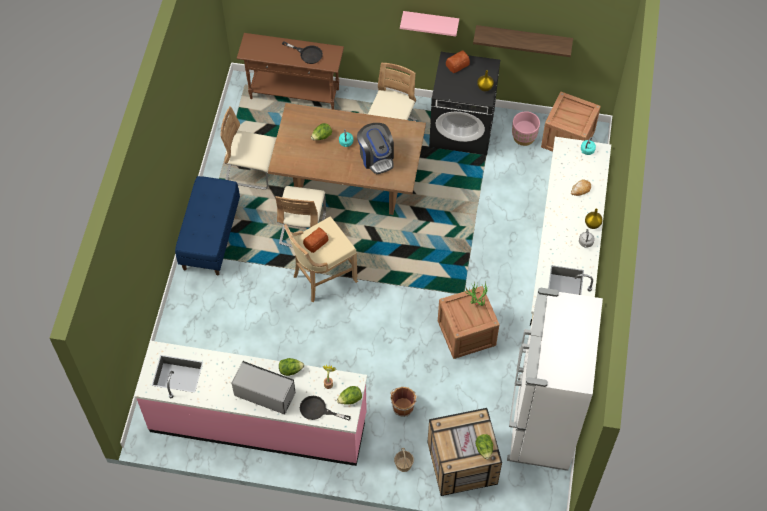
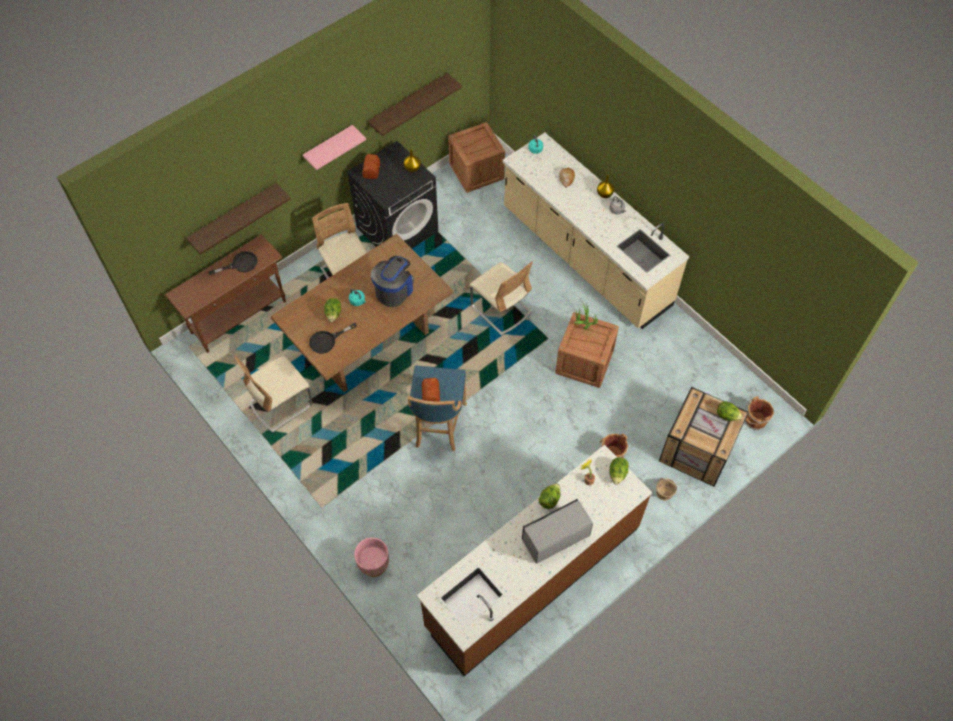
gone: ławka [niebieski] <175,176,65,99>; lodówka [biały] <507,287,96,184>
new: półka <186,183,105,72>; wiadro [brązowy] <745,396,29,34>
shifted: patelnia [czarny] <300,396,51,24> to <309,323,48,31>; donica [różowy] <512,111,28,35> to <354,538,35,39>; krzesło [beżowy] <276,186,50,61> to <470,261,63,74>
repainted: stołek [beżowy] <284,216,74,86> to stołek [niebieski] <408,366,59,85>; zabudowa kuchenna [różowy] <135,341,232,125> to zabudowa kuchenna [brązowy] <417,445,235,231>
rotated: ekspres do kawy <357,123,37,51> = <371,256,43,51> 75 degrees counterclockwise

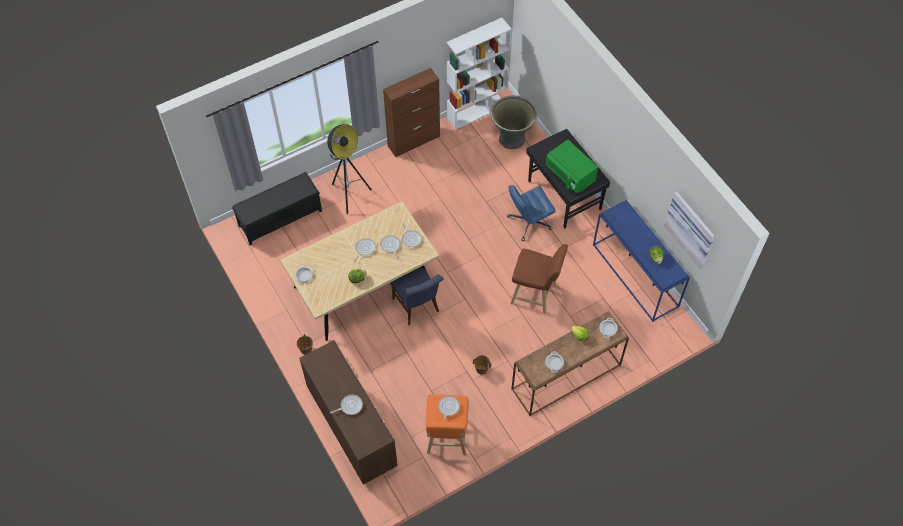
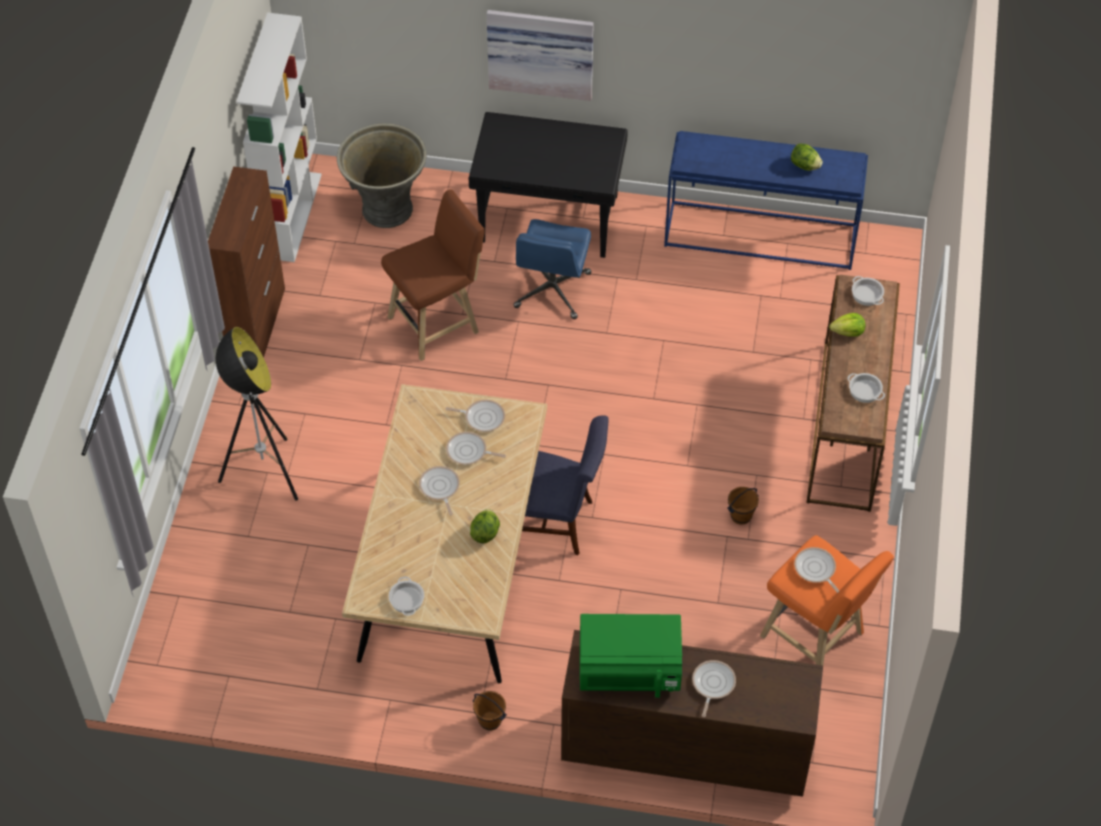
gone: ławka [czarny] <232,172,90,73>
shifted: stołek [brązowy] <510,244,58,70> to <381,189,103,172>; obraz <664,191,51,78> to <487,10,107,91>; mikrofalówka [zielony] <546,140,52,53> to <580,614,102,84>

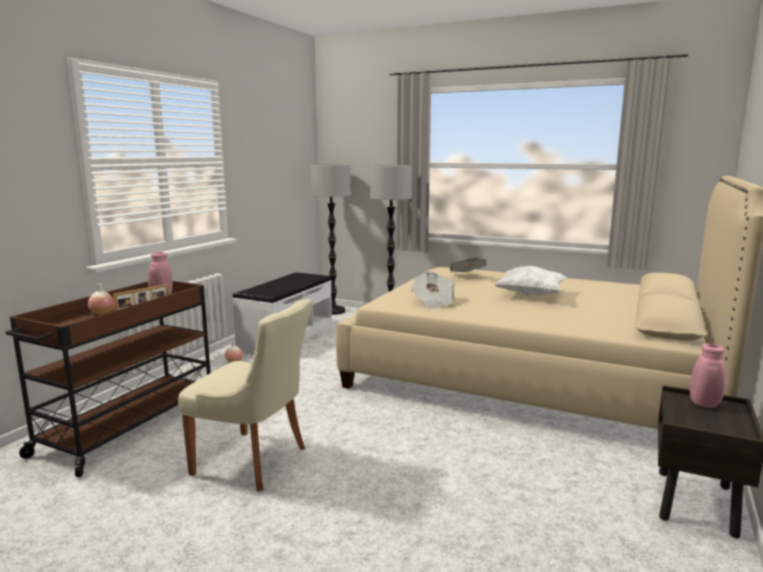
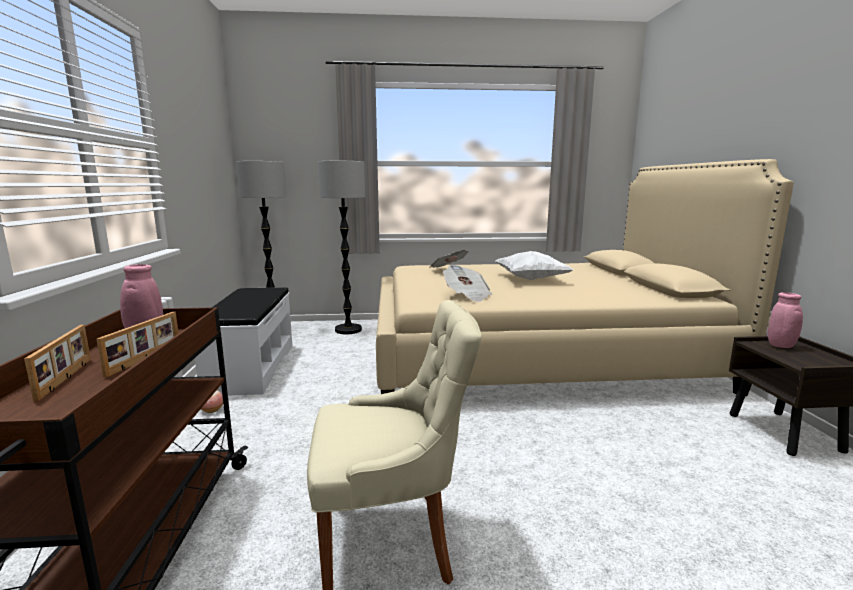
swapped: wazon <88,283,26,32> to ramka na zdjęcie <24,325,67,76>

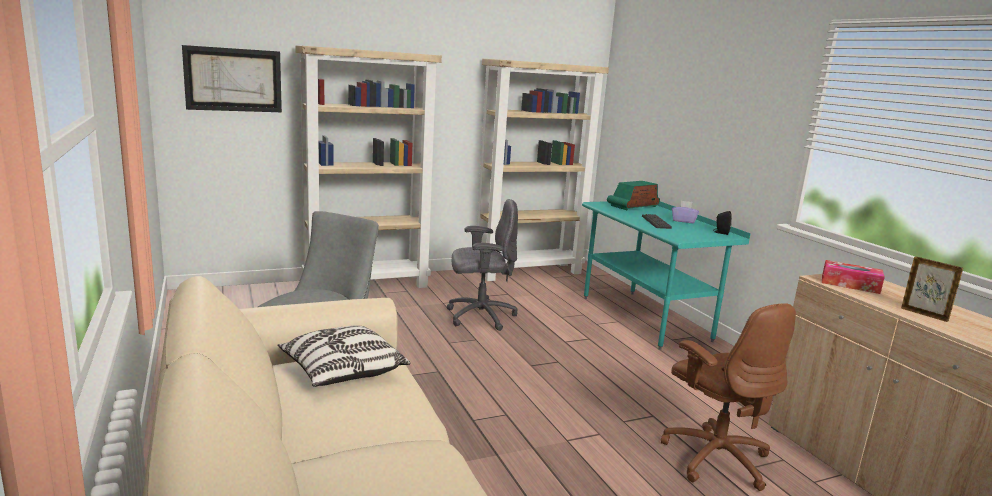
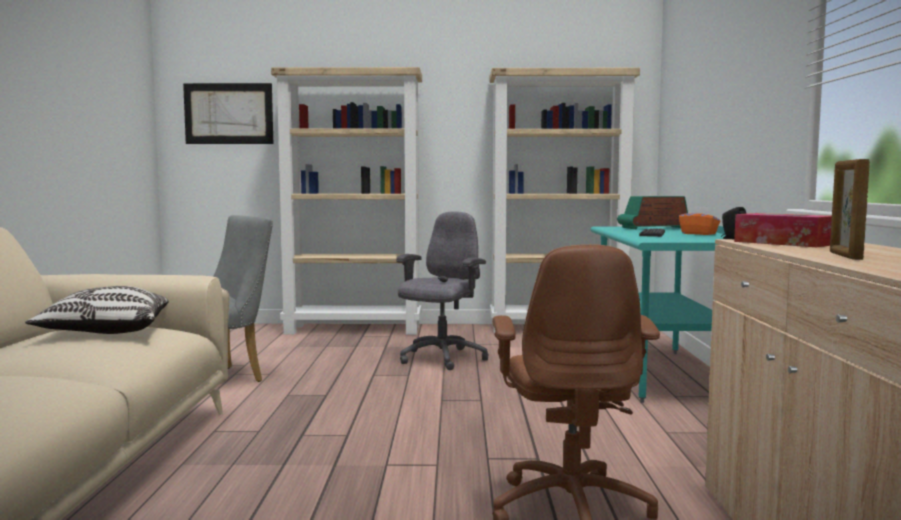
repainted: pudełko chusteczek [fioletowy] <672,201,27,22> to pudełko chusteczek [pomarańczowy] <679,206,41,29>
rotated: krzesło biurowe [szary] <447,199,71,132> = <396,211,93,159> 75 degrees counterclockwise; ramka na zdjęcie <901,256,62,66> = <830,159,40,101> 150 degrees counterclockwise

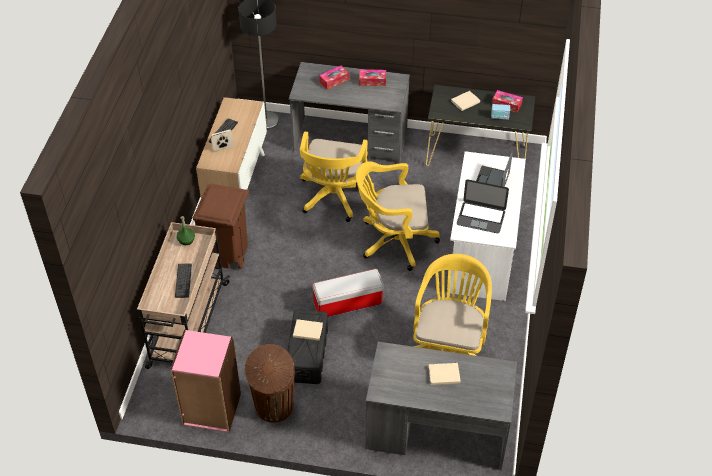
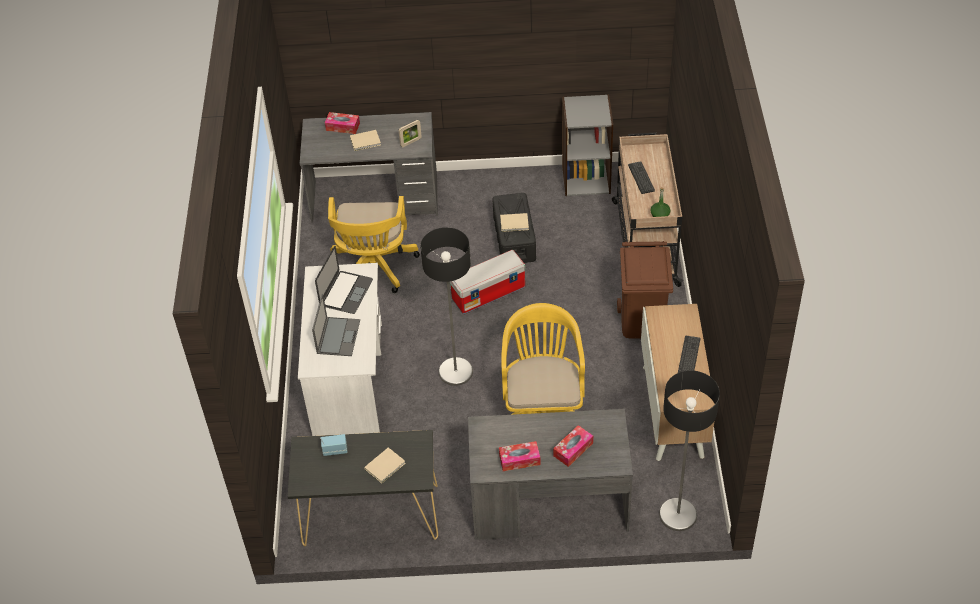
gone: kosz na śmieci [brązowy] <245,344,50,79>
shifted: pudełko chusteczek <492,90,31,23> to <325,112,35,22>; ramka na zdjęcie <211,129,23,23> to <398,120,24,27>
swapped: krzesło biurowe [żółty] <356,161,84,110> to lampa stojąca <420,227,53,159>
repainted: regał [różowy] <170,330,71,103> to regał [szary] <562,94,51,102>
rotated: laptop <457,179,52,54> = <315,246,58,68> 105 degrees clockwise

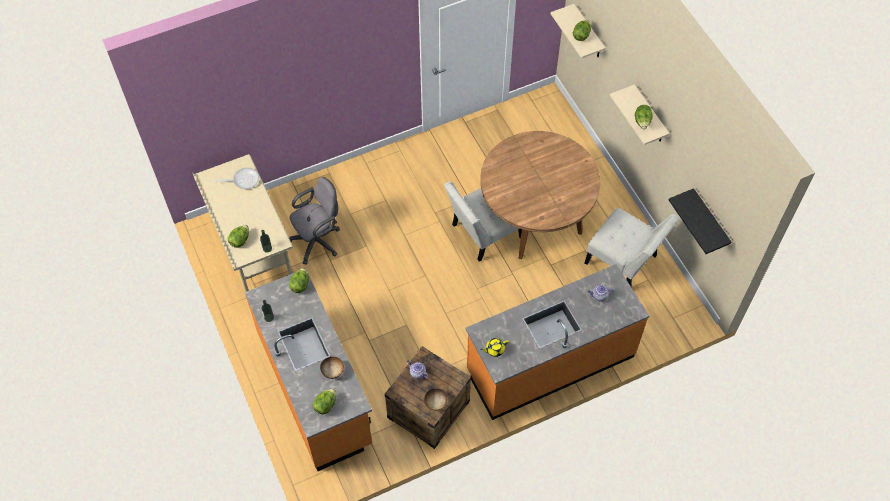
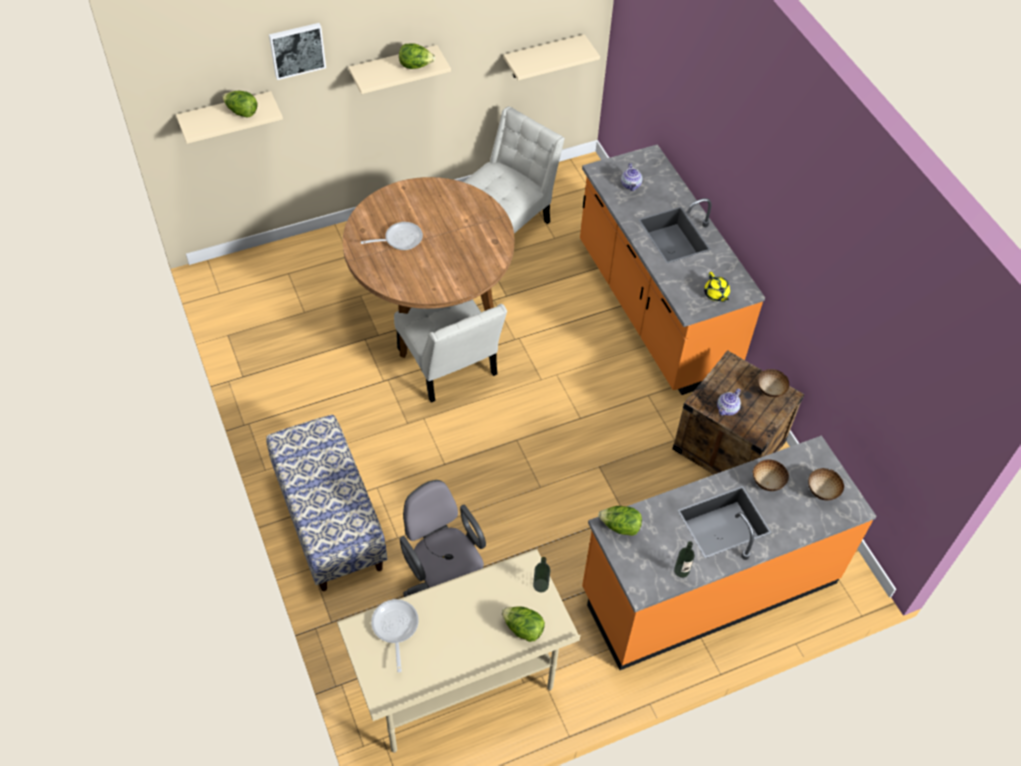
new: ławka <266,415,121,176>; obraz <269,23,57,57>; patelnia <361,222,62,28>
swapped: sałata <313,389,23,26> to miska <808,468,36,32>
repainted: półka [czarny] <669,188,63,66> to półka [beżowy] <503,34,97,46>

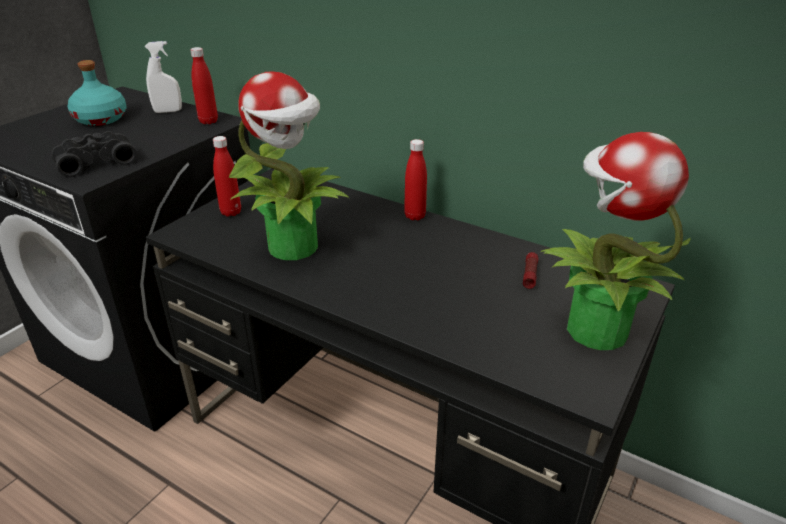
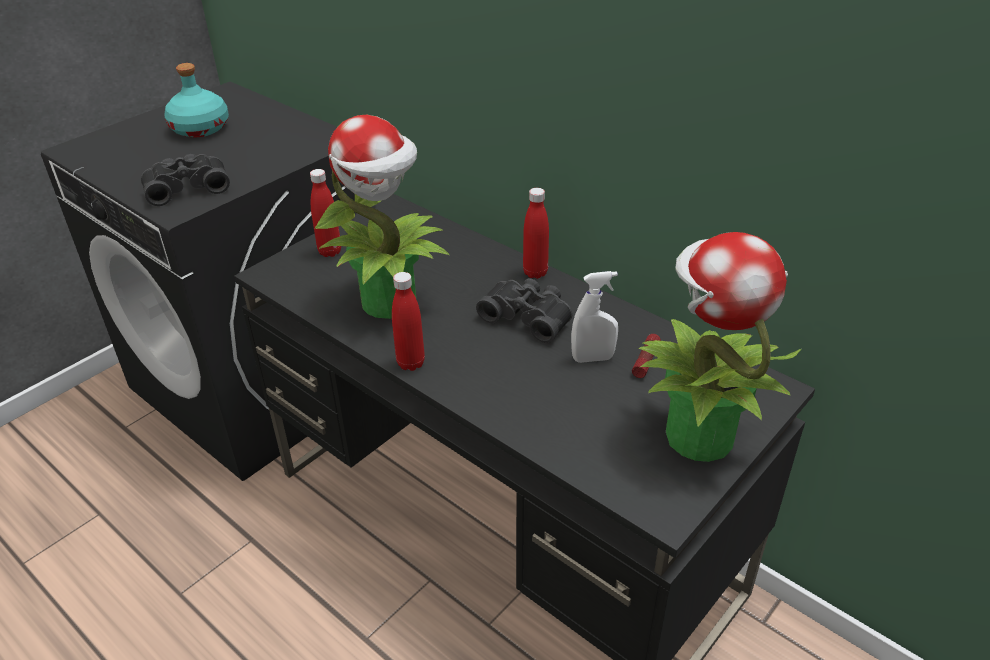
new: lornetka [czarny] <476,278,96,65>
shifted: butelka [czerwony] <190,47,28,77> to <392,272,33,99>; spryskiwacz [biały] <145,41,37,72> to <571,271,47,92>

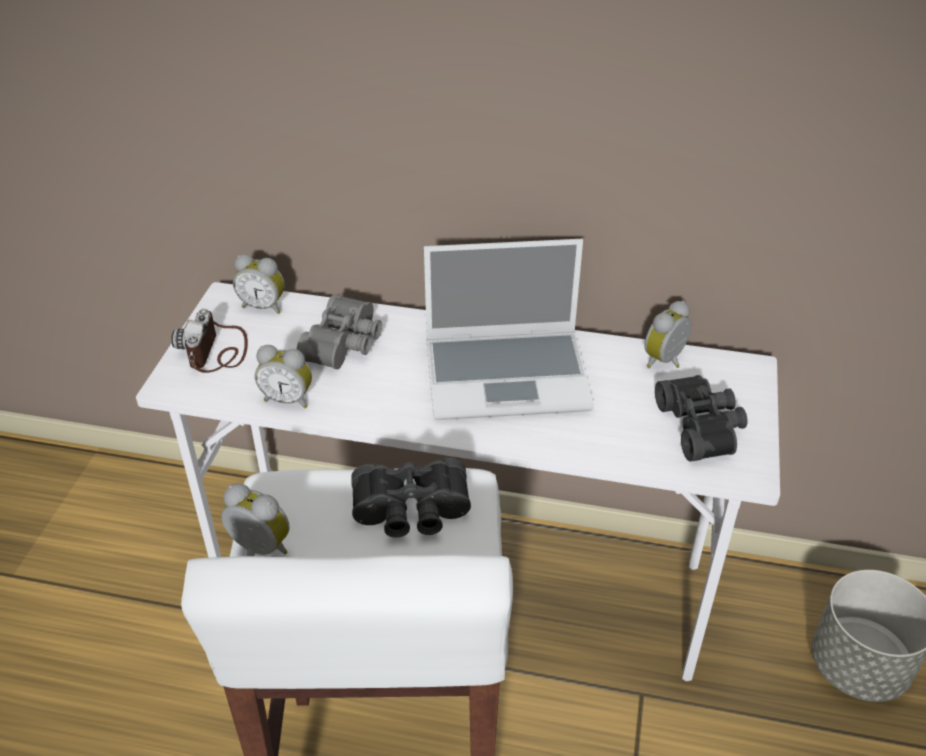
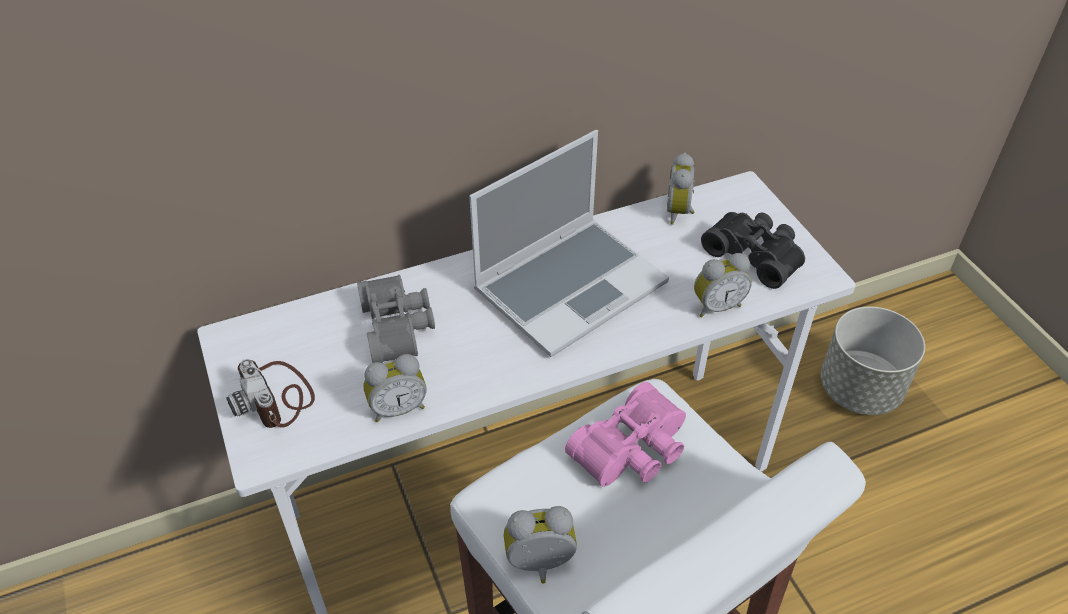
shifted: budzik <233,254,52,60> to <694,253,58,65>
repainted: lornetka [czarny] <351,458,120,80> to lornetka [różowy] <565,382,121,105>

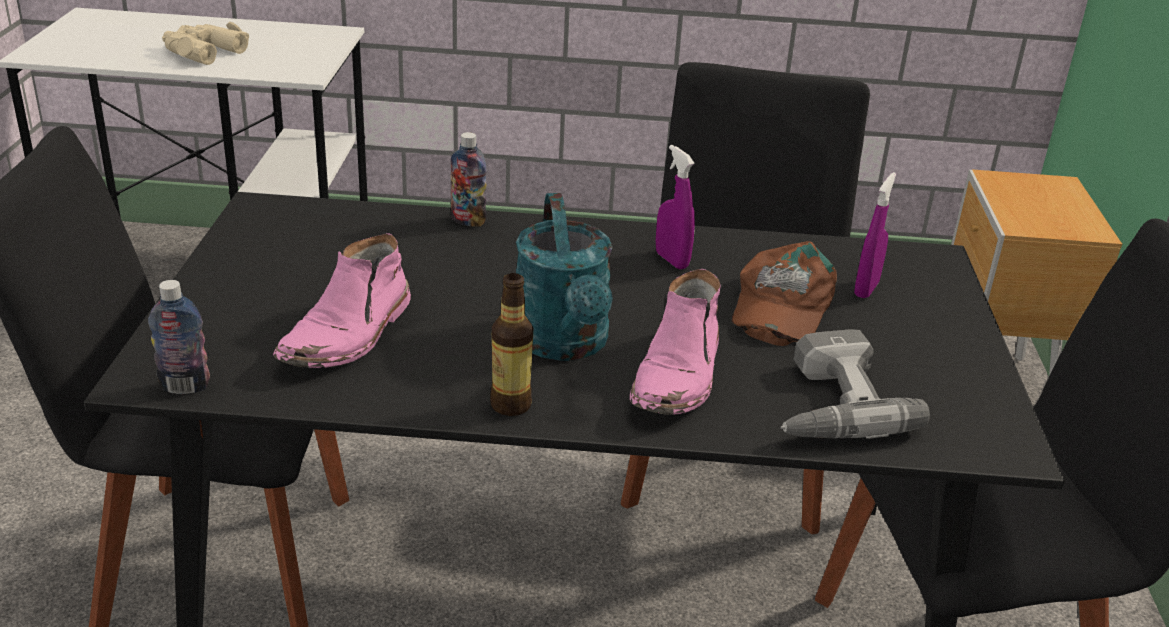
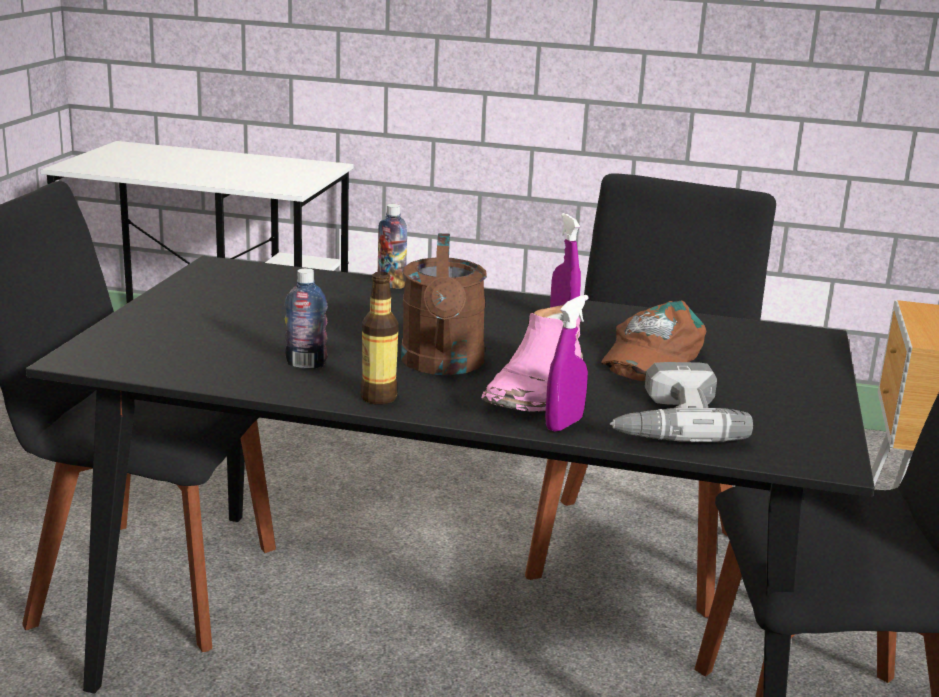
gone: lornetka [beżowy] <162,22,87,43>; but z cholewką [różowy] <273,233,138,135>
shifted: butelka <148,280,62,114> to <285,268,43,101>; spryskiwacz [fioletowy] <854,172,42,126> to <545,295,44,137>
repainted: konewka [turkusowy] <516,193,97,168> to konewka [brązowy] <401,233,86,142>

